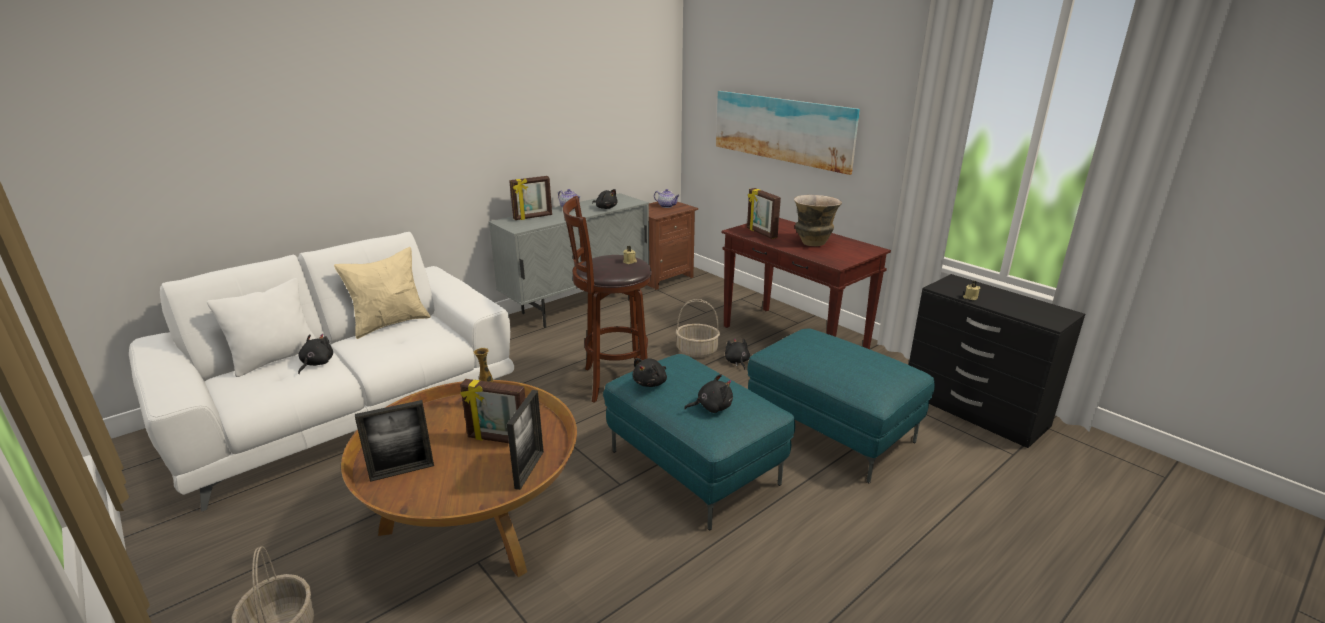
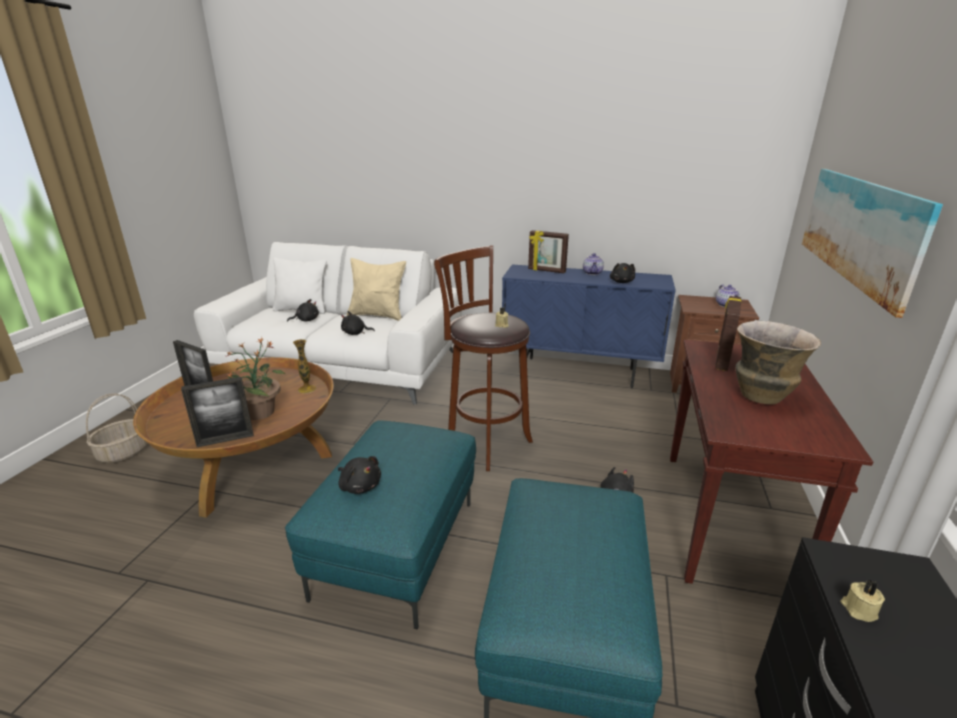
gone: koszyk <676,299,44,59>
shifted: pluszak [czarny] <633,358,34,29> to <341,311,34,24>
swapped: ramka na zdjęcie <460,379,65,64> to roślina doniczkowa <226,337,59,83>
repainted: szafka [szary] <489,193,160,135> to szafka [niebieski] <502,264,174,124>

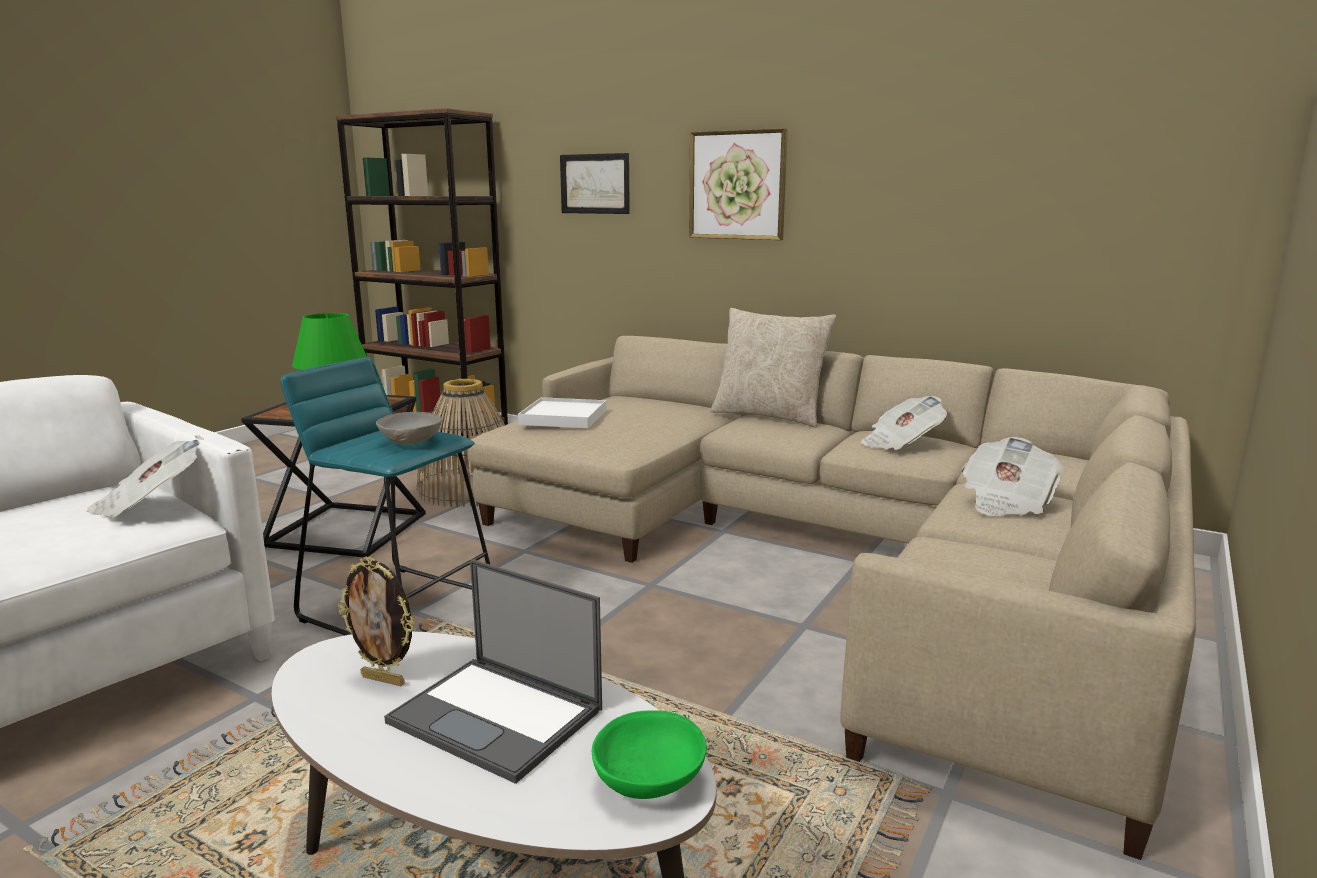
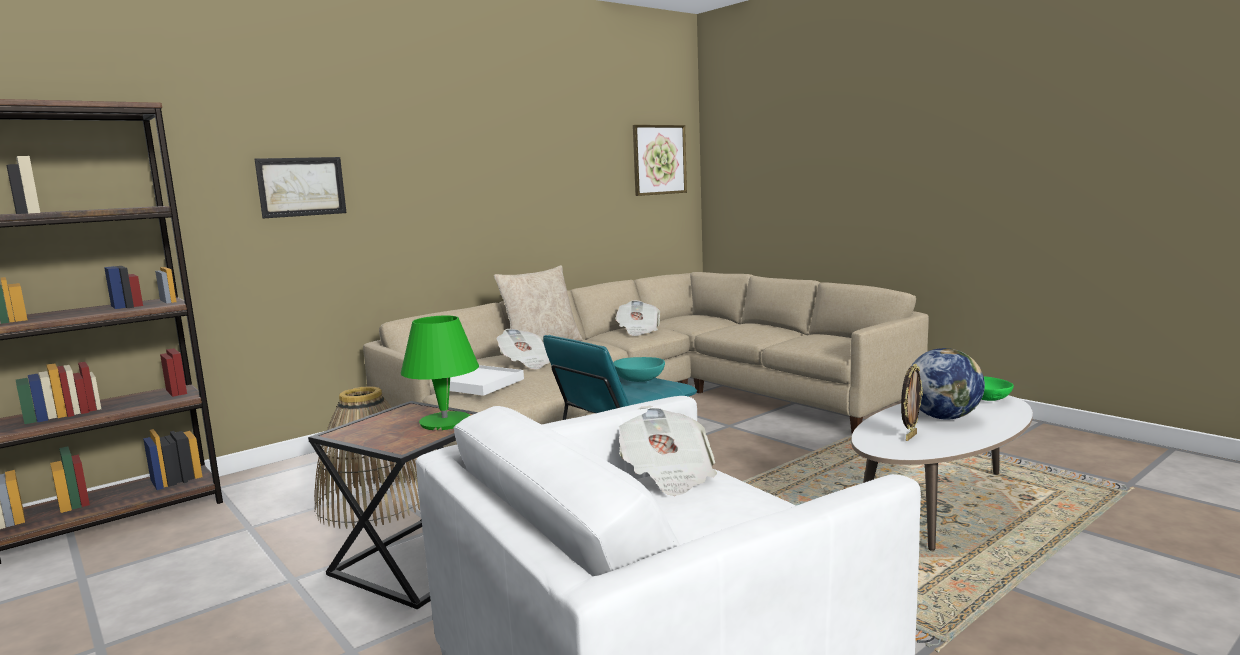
shifted: gazeta <962,437,102,79> to <497,329,52,41>; obraz <689,128,99,112> to <633,125,54,71>
swapped: laptop <384,559,218,225> to globus <911,348,74,71>
repainted: miska [szary] <376,412,66,33> to miska [turkusowy] <613,357,52,25>

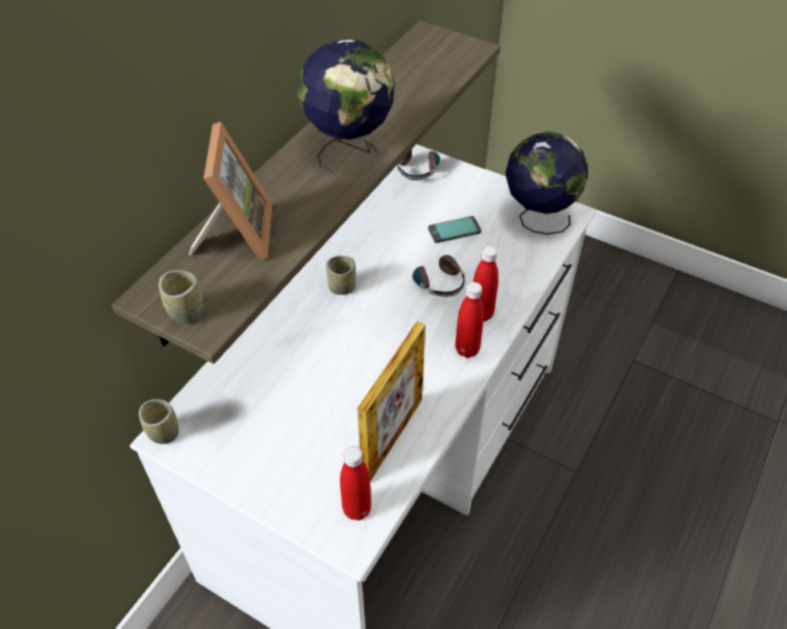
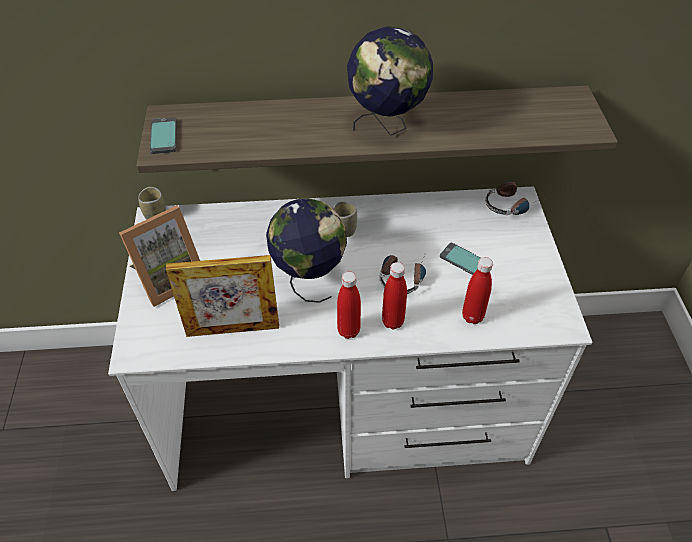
shifted: ramka na zdjęcie <188,122,84,138> to <119,205,81,102>; globus <505,131,83,104> to <266,198,81,105>; butelka [czerwony] <340,446,31,74> to <462,257,31,67>
swapped: filiżanka <159,270,45,53> to telefon <150,117,27,37>

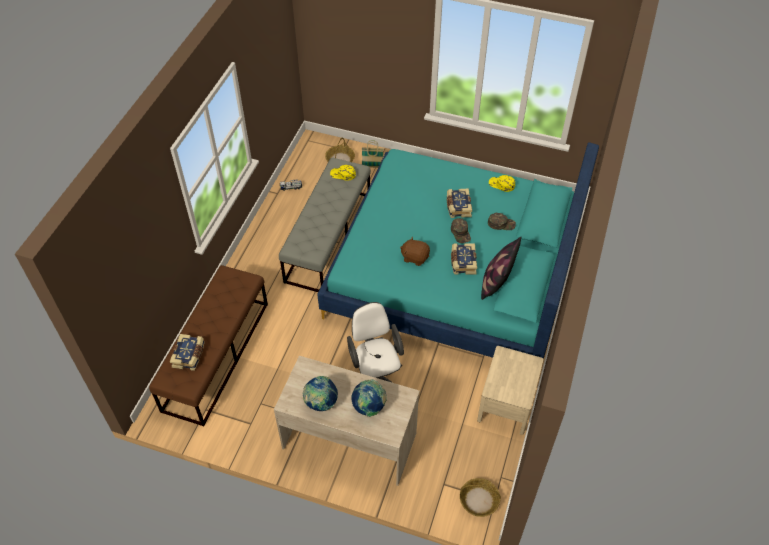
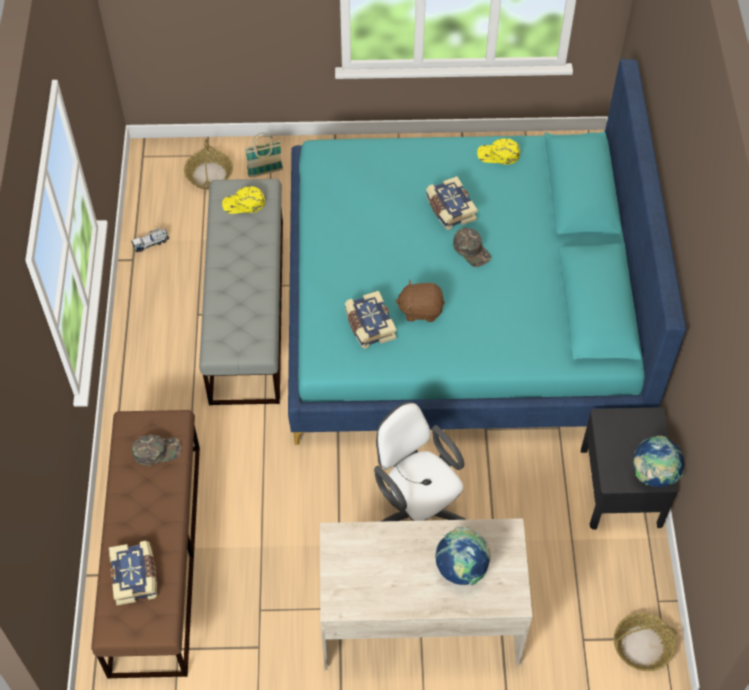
gone: poduszka <481,237,40,63>
shifted: czapka z daszkiem [zielony] <488,213,28,17> to <132,435,49,31>; książka <451,243,26,32> to <345,291,52,58>; globus <303,376,35,35> to <633,436,51,51>
repainted: szafka nocna [beżowy] <477,346,67,89> to szafka nocna [czarny] <581,407,97,123>

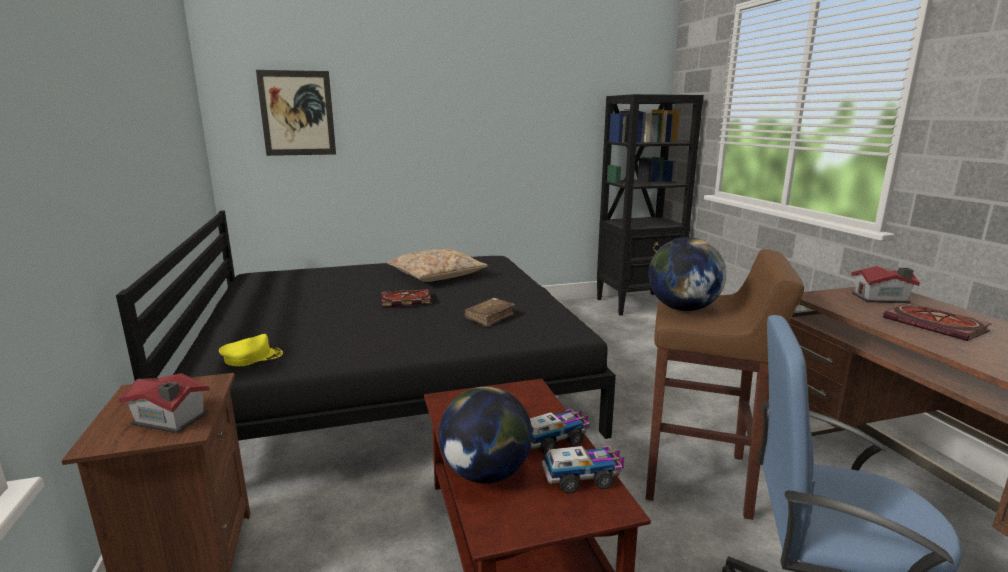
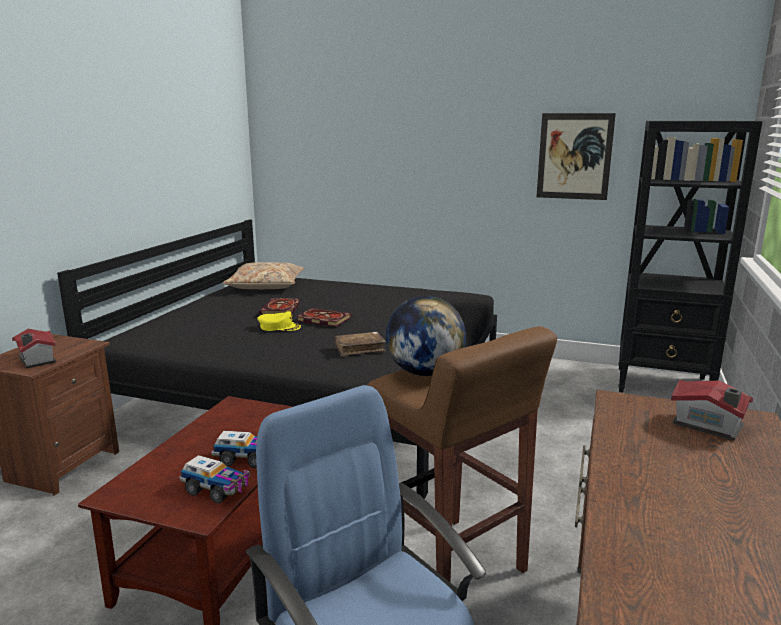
gone: globus <439,386,93,98>
shifted: poduszka [beżowy] <387,248,101,34> to <222,262,82,27>; czapka z daszkiem [żółty] <219,334,64,32> to <257,311,44,20>; książka <883,303,108,38> to <259,298,41,17>; obraz <256,70,80,86> to <537,113,79,87>

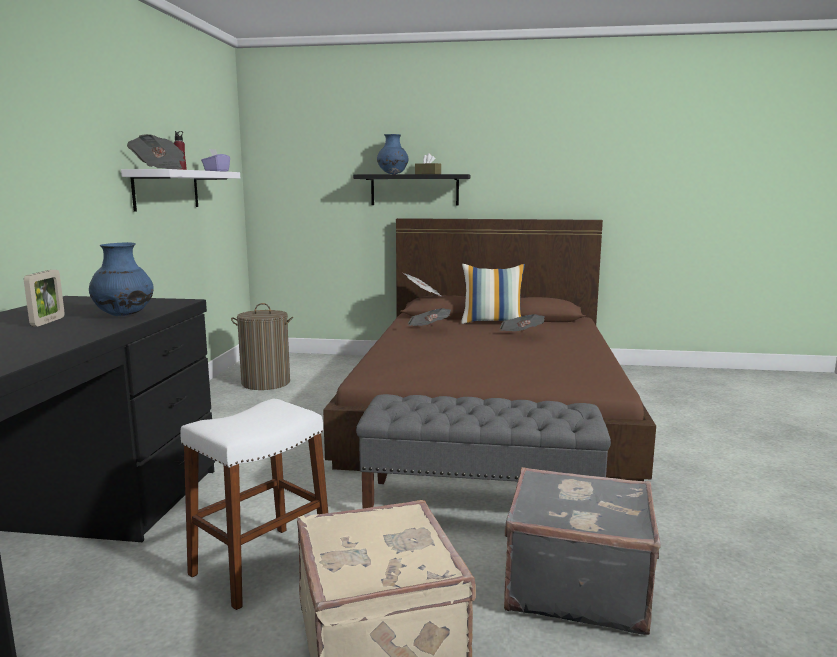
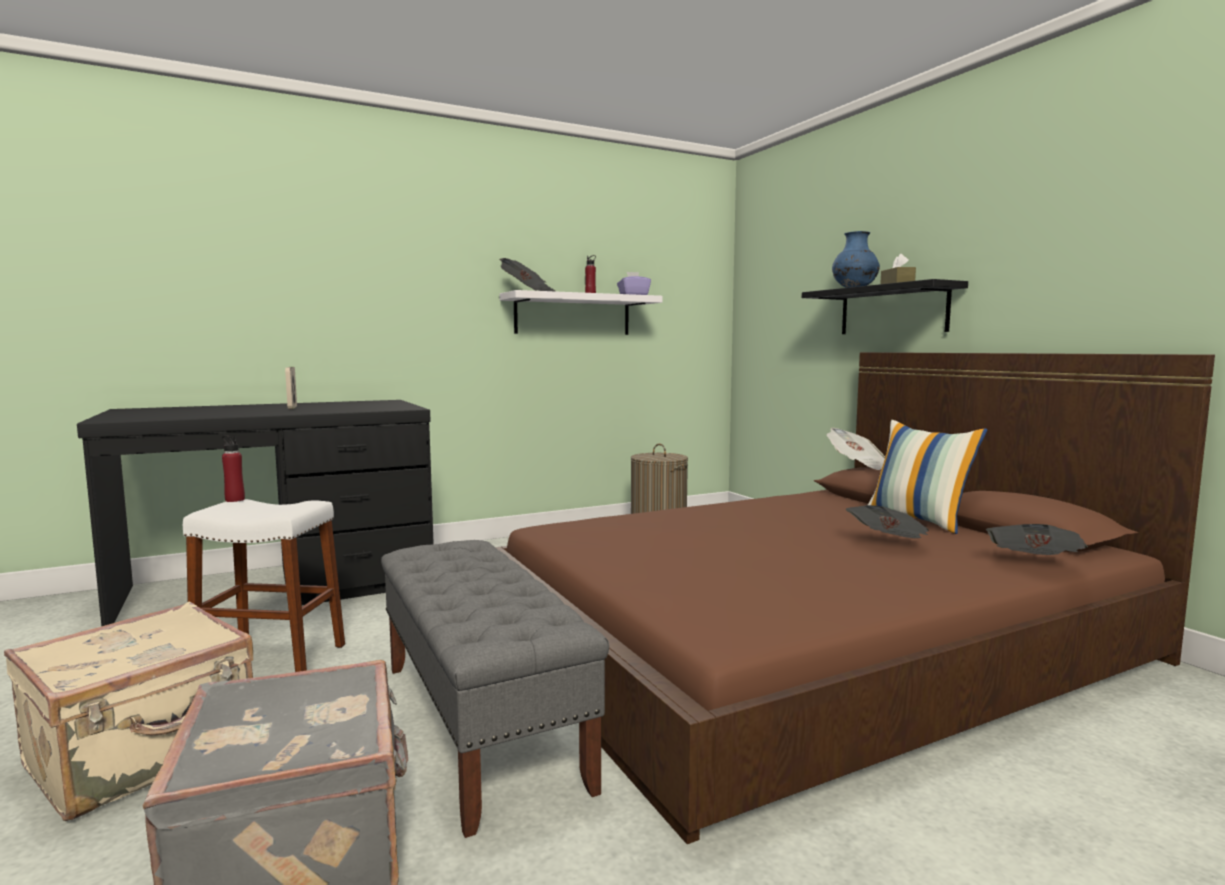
gone: wazon [niebieski] <89,242,65,74>
new: butelka [czerwony] <222,435,23,67>
shifted: gazeta <408,308,43,18> to <986,524,102,31>
rotated: ramka na zdjęcie <24,270,41,56> = <285,367,12,42> 105 degrees clockwise

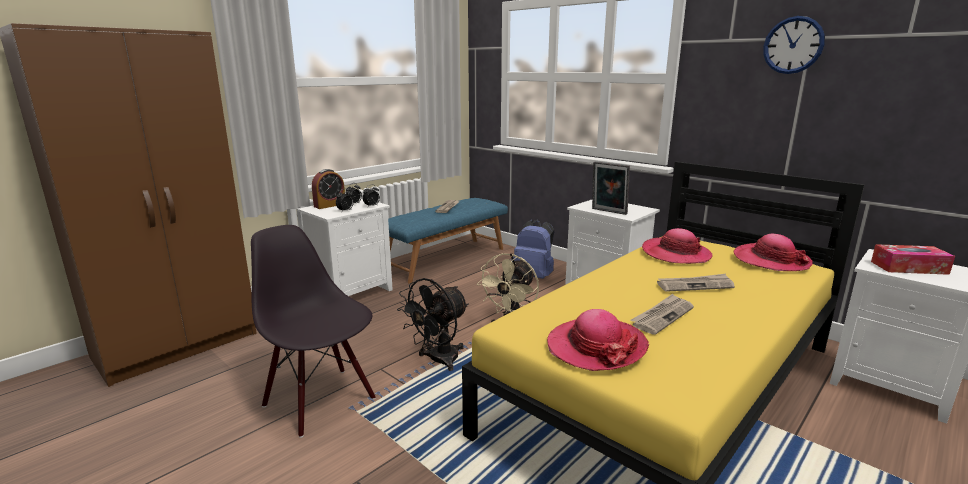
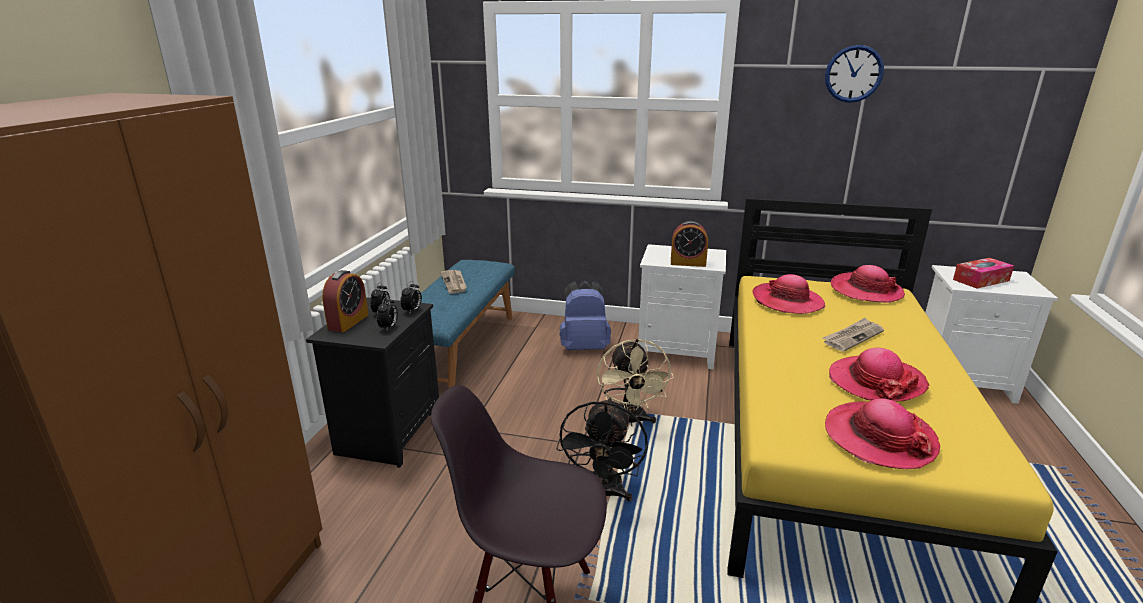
swapped: ramka na zdjęcie <592,161,38,54> to budzik <671,221,37,46>; gazeta <630,294,64,41> to kapelusz <829,347,101,55>
repainted: szafka nocna [biały] <297,198,96,98> to szafka nocna [czarny] <306,297,133,171>

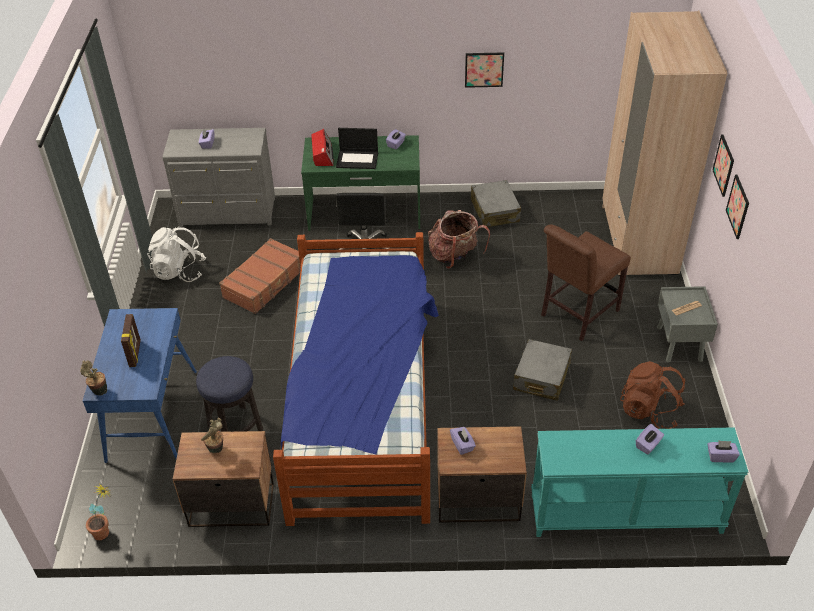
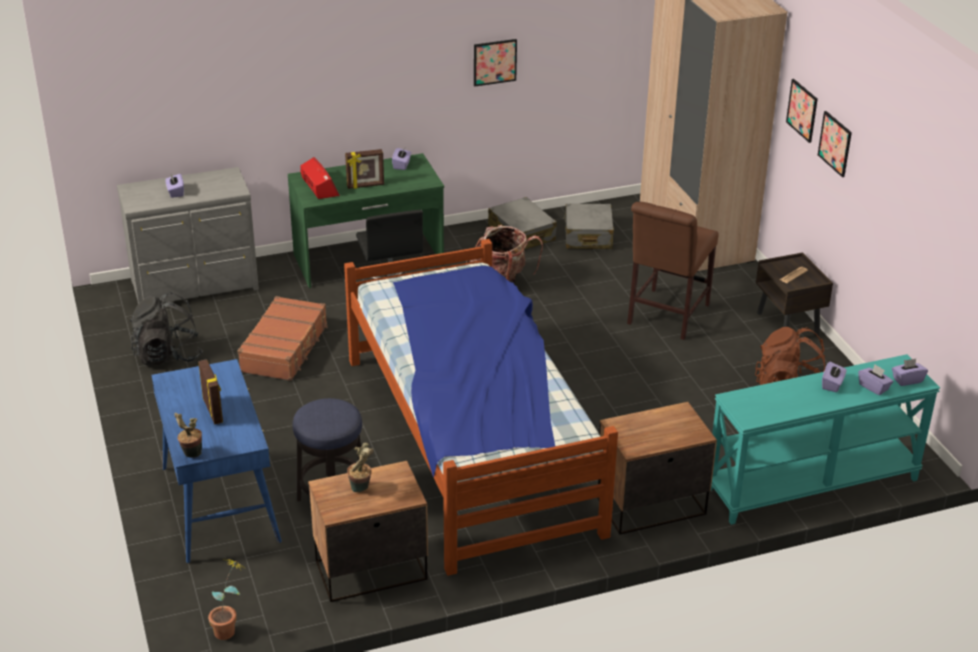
shifted: walizka [szary] <513,339,59,62> to <563,204,51,45>; pudełko chusteczek [fioletowy] <450,427,26,28> to <858,365,35,30>
swapped: laptop <336,128,42,41> to ramka na zdjęcie <345,149,39,40>
repainted: plecak [biały] <147,227,59,55> to plecak [czarny] <130,292,73,74>; szafka nocna [szary] <657,286,61,77> to szafka nocna [brązowy] <756,252,77,84>

